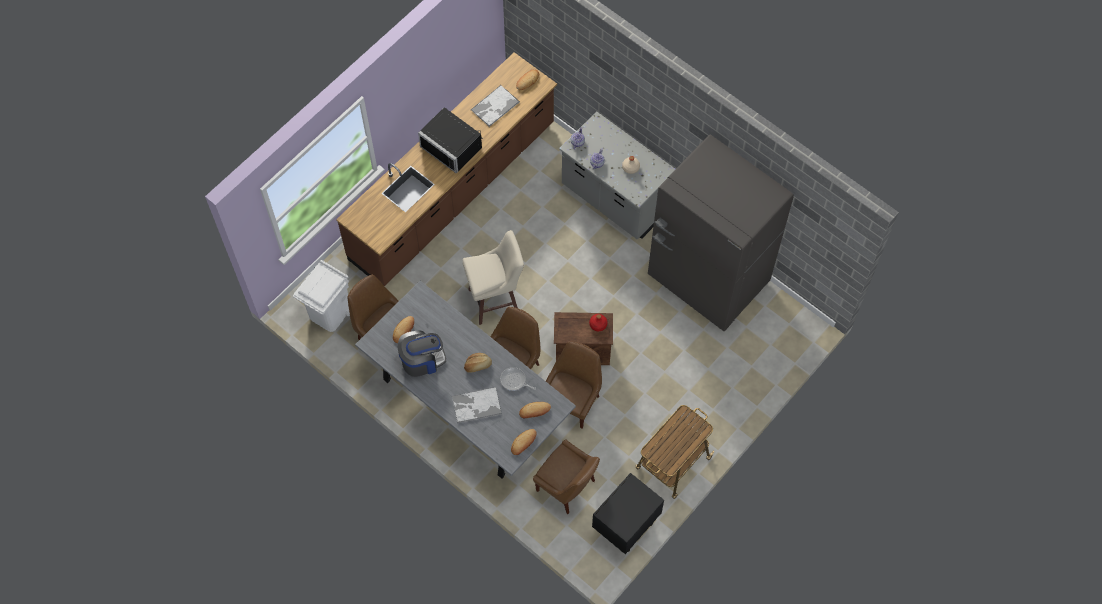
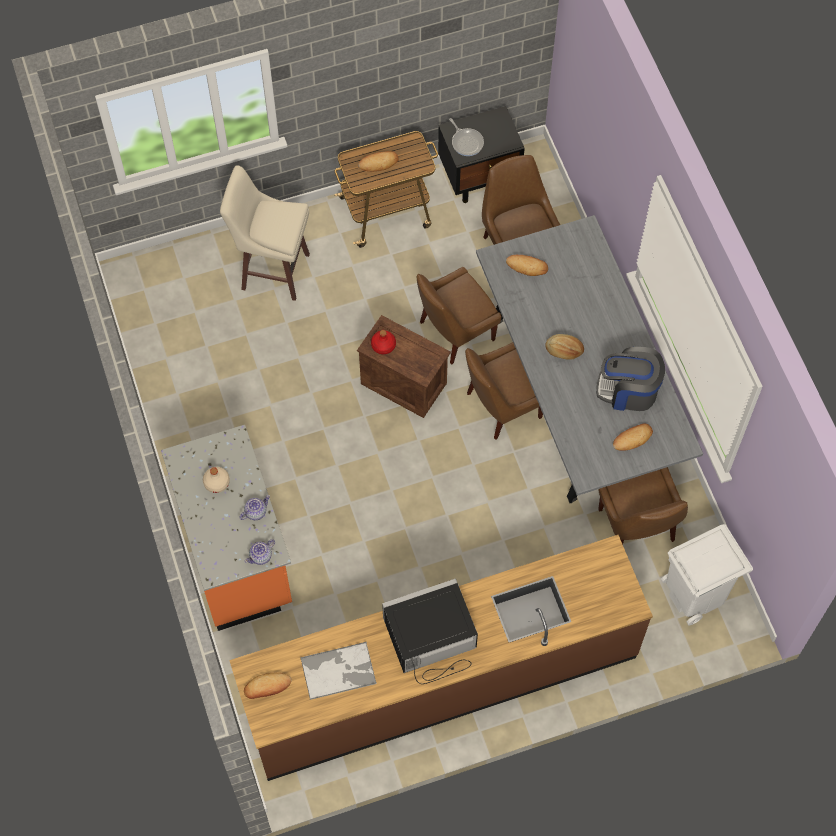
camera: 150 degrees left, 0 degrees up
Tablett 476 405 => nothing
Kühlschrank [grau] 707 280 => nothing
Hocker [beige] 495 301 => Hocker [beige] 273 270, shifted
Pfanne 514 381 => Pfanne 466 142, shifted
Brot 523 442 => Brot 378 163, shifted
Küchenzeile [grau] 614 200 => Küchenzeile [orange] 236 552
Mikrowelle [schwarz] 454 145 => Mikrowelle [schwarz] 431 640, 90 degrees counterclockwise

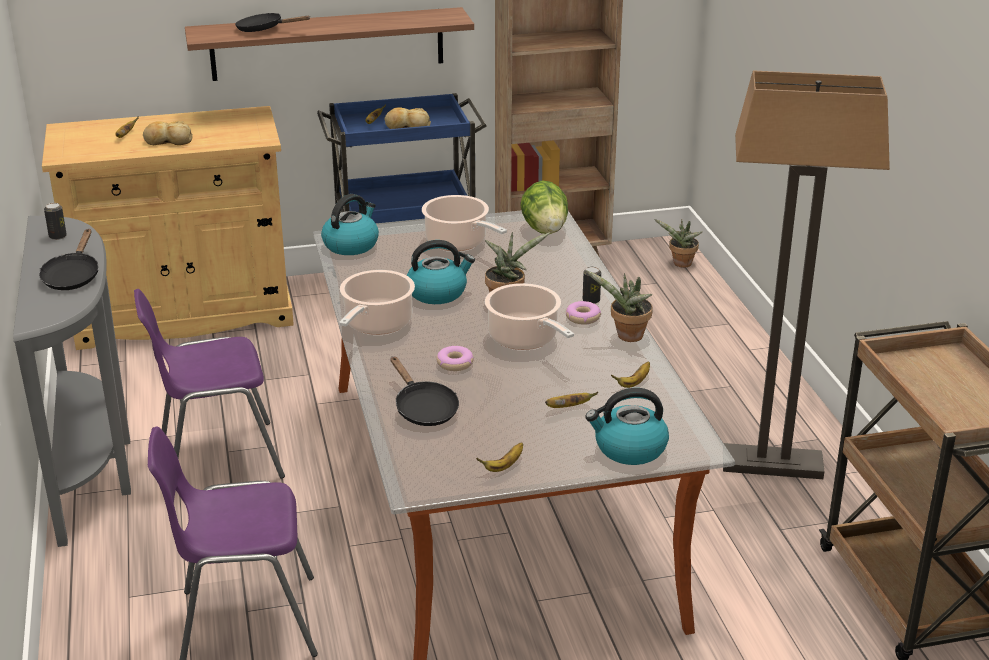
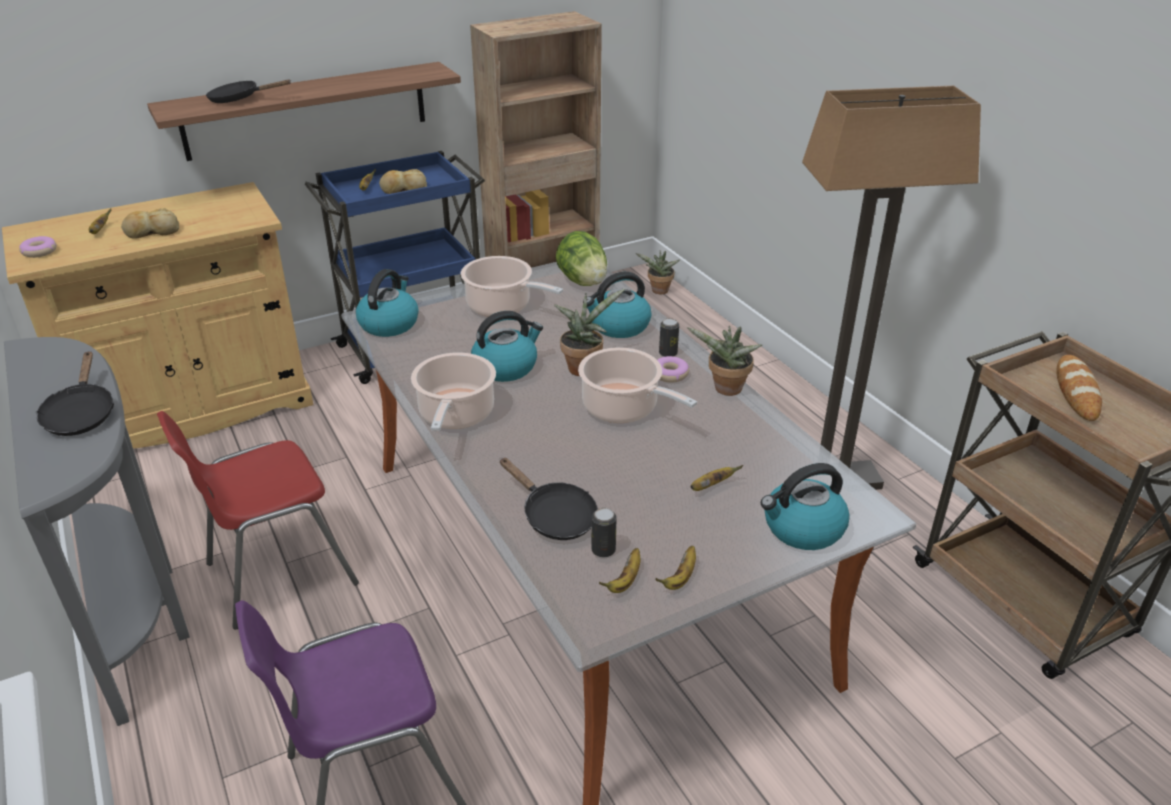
camera: 15 degrees left, 5 degrees up
nothing => Wasserkessel 618 326
nothing => Brot 1076 391
Dose 57 236 => Dose 603 550, shifted
Donut 455 363 => Donut 39 252, shifted
Banane 634 383 => Banane 624 581, shifted
Stuhl [lila] 217 458 => Stuhl [rot] 277 574

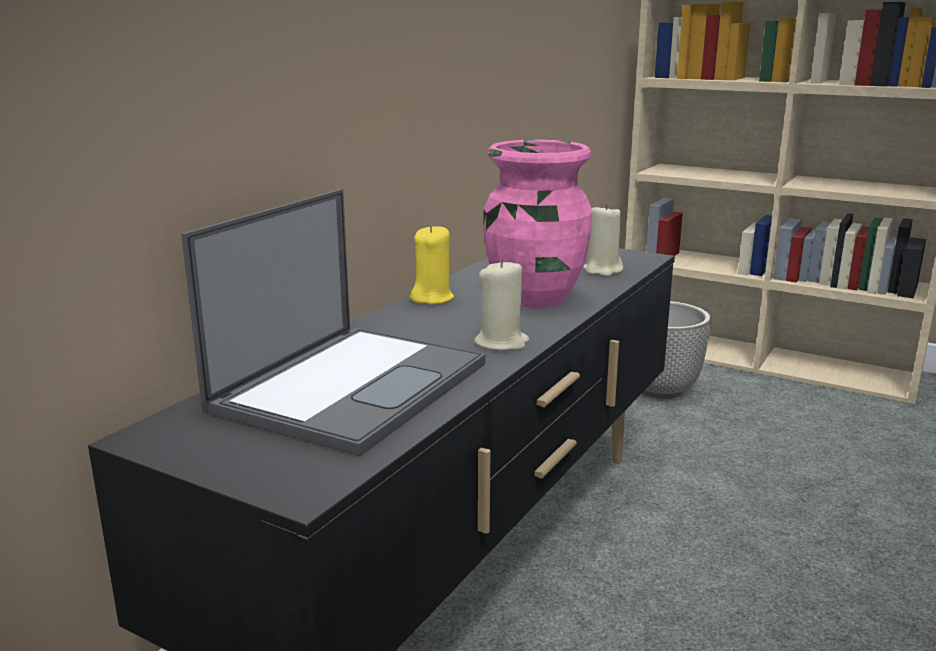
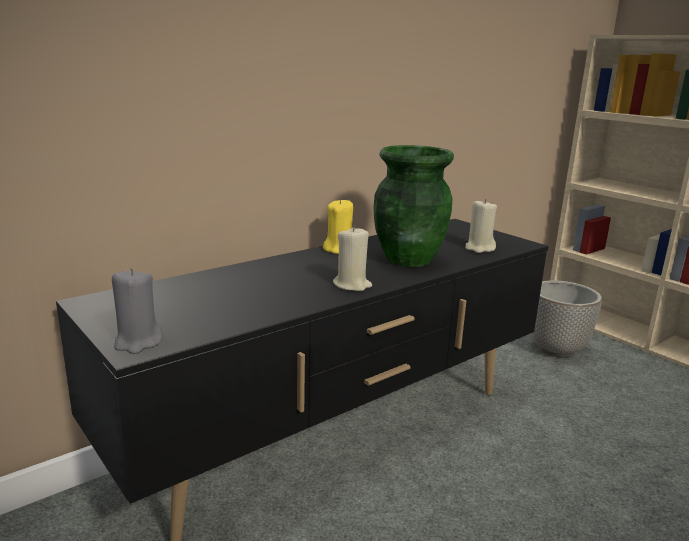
camera: 20 degrees right, 0 degrees up
Laptop 353 385 => nothing
nothing => Kerze [grau] 138 342
Vase [rosa] 533 298 => Vase [grün] 407 259

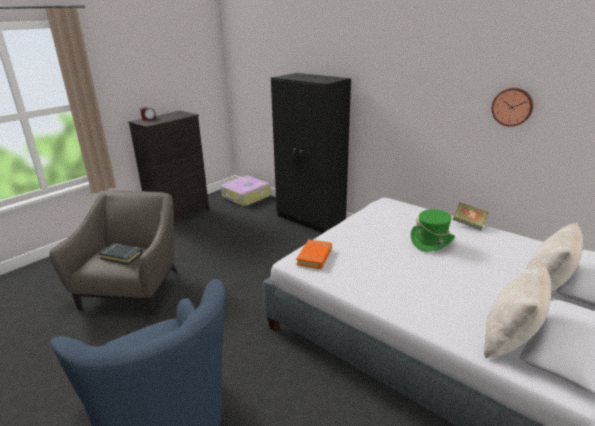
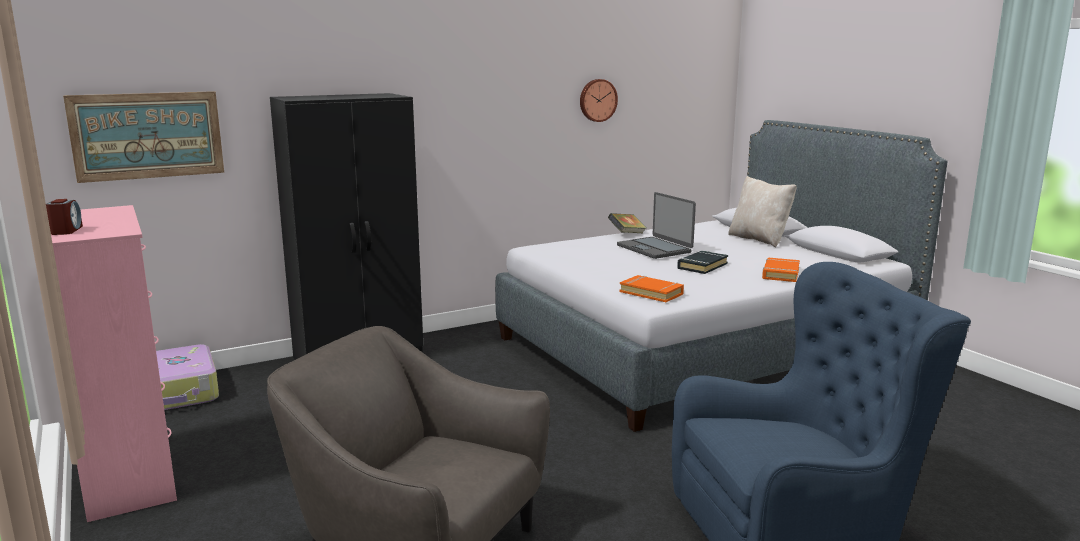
camera: 70 degrees left, 10 degrees down
Kissen [beige] 509 339 => nothing
nothing => Bild 147 135
nothing => Buch [orange] 780 274
Buch [schwarz] 121 256 => Buch [schwarz] 702 266, shifted
Hut [grün] 431 241 => Laptop 655 249
Kommode [schwarz] 180 214 => Kommode [rosa] 130 475

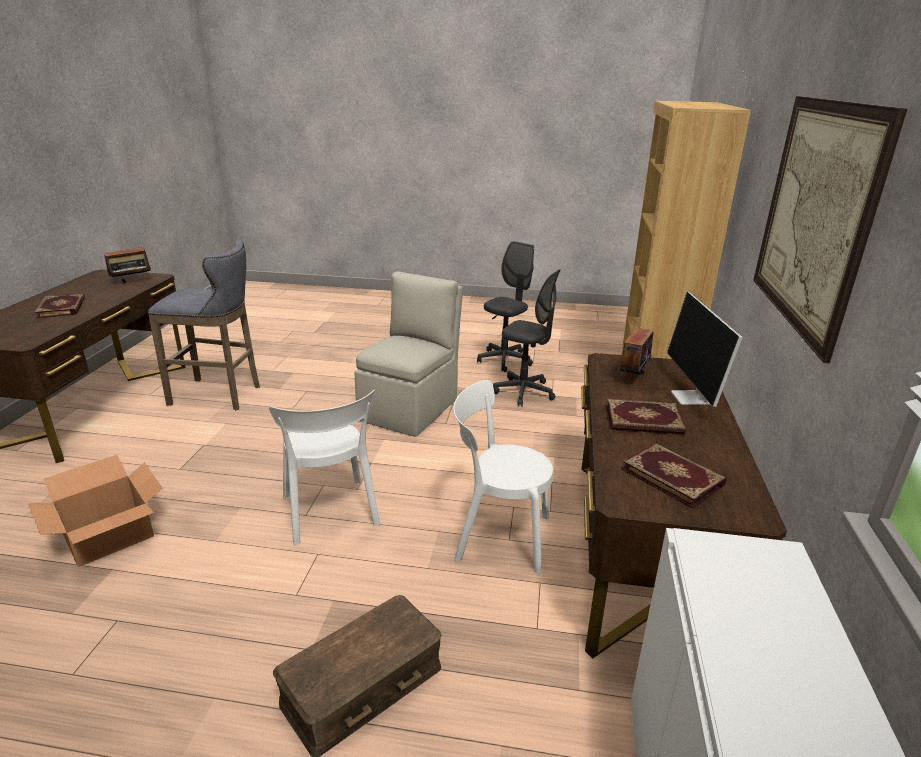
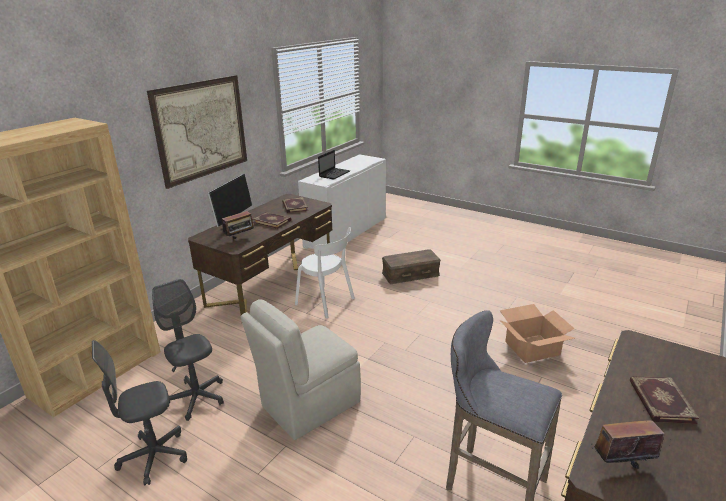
camera: 155 degrees left, 0 degrees up
Stuhl [weiß] 330 514 => nothing
nothing => Laptop 334 174

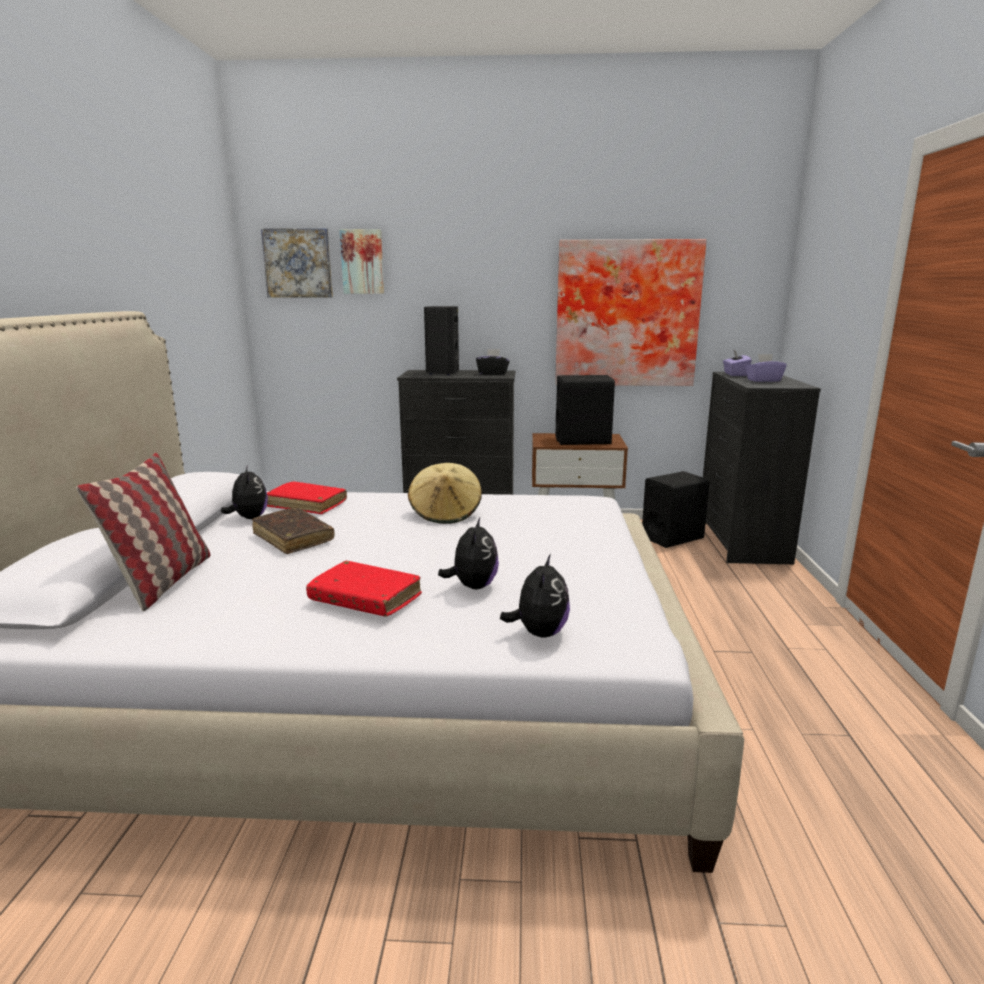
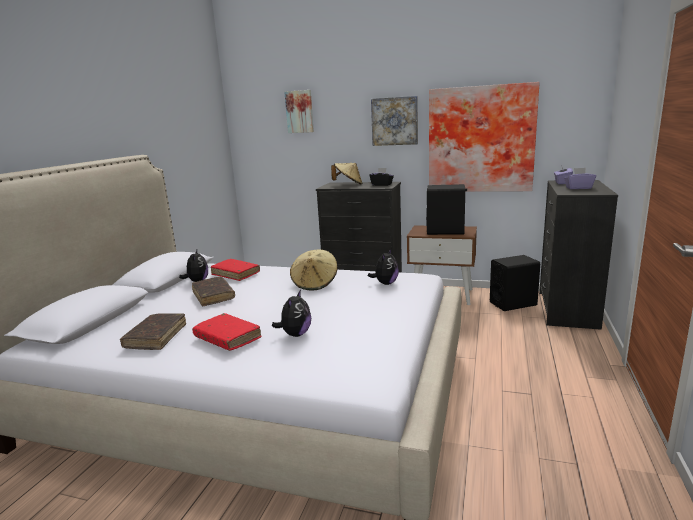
camera: 15 degrees right, 0 degrees up
Kissen 163 581 => nothing
nothing => Buch [braun] 156 337
Bild 298 263 => Bild 394 121, shifted
Plüschtier 539 633 => Plüschtier 385 283, shifted
Lautsprecher [schwarz] 442 373 => Hut [beige] 348 184

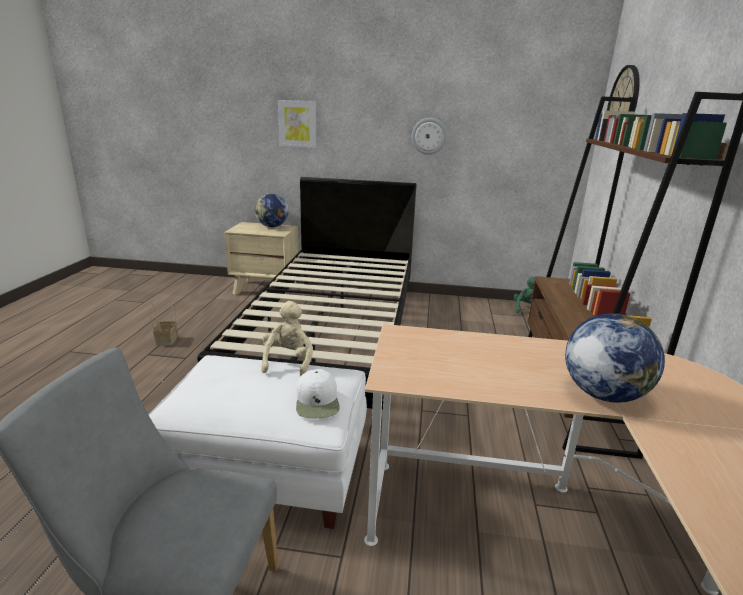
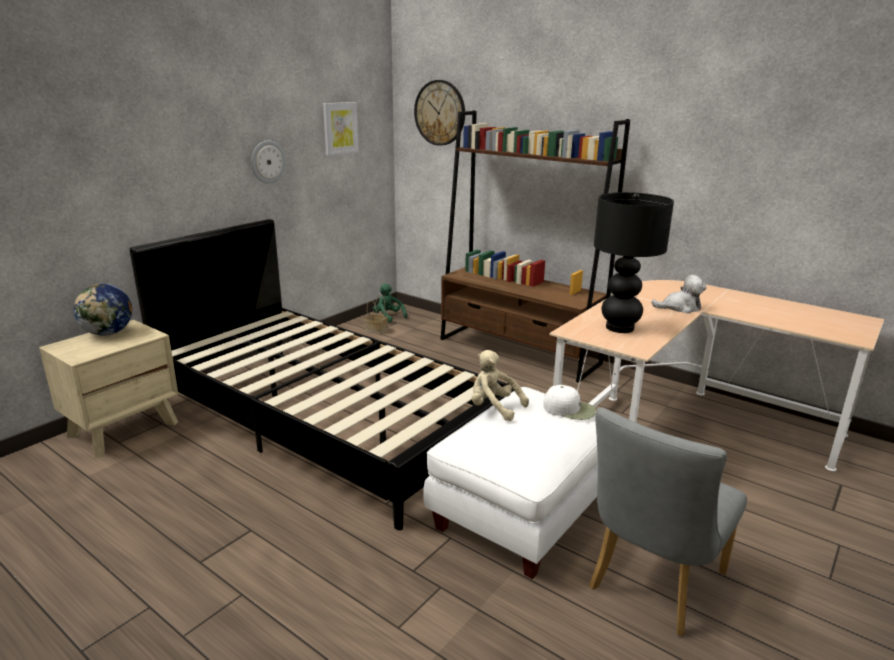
camera: 60 degrees left, 0 degrees up
nothing => Tischlampe [schwarz] 620 328
Korb 167 340 => Korb 377 330, shifted
Bild 297 124 => Bild 340 128, shifted
Globus 602 394 => Plüschtier 680 308

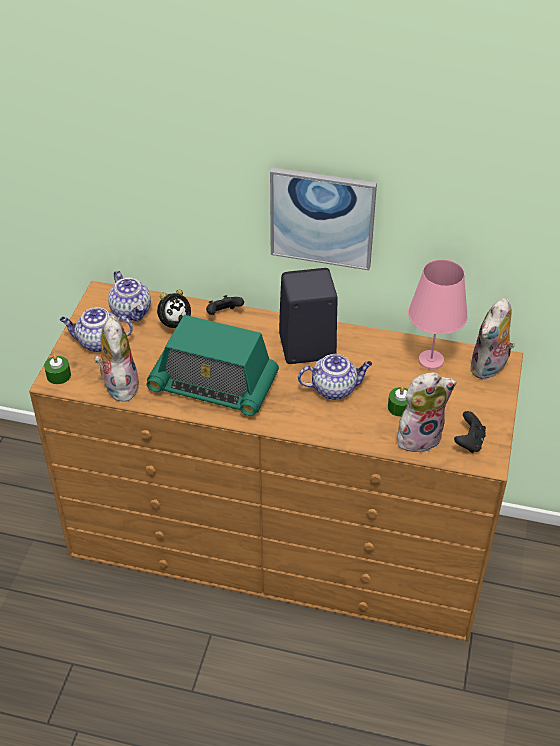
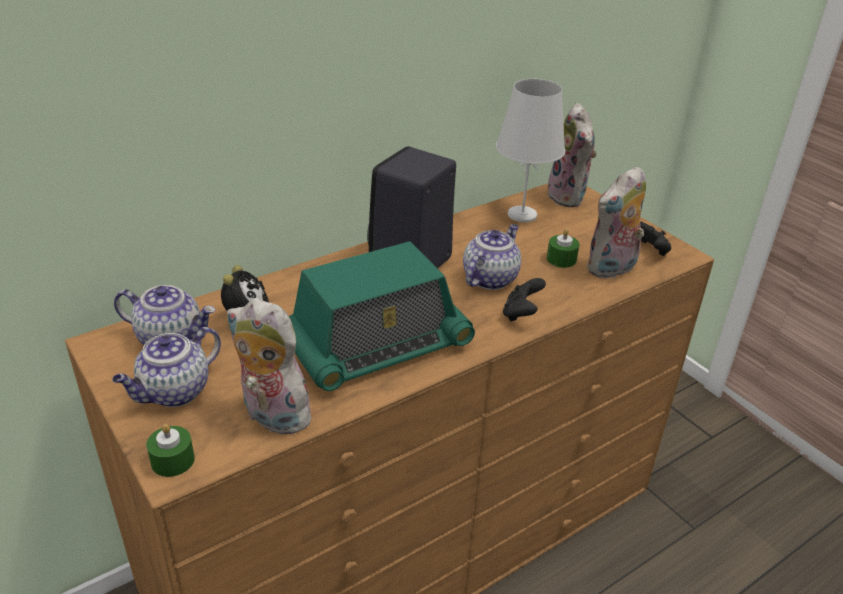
camera: 50 degrees left, 10 degrees down
Bild 322 217 => nothing
Gamepad [schwarz] 223 314 => Gamepad [schwarz] 521 314, shifted
Tischlampe [rosa] 430 360 => Tischlampe [weiß] 521 215
Plüschtier 419 436 => Plüschtier 612 269, 150 degrees counterclockwise

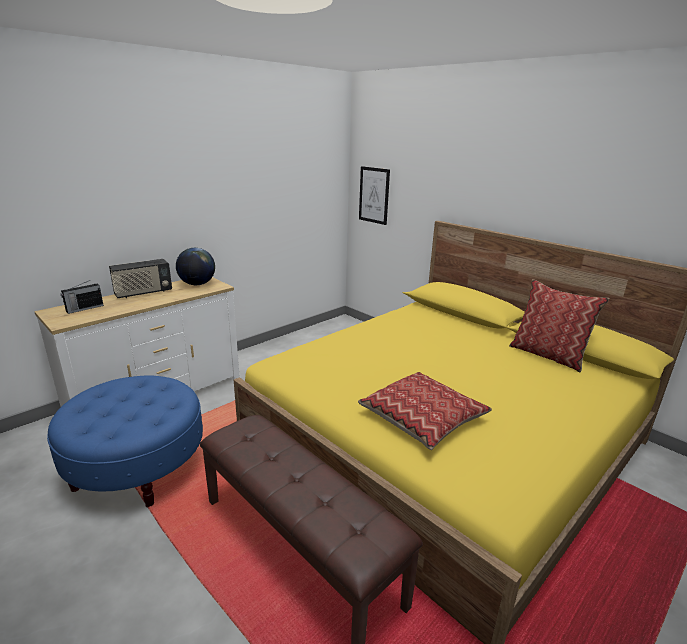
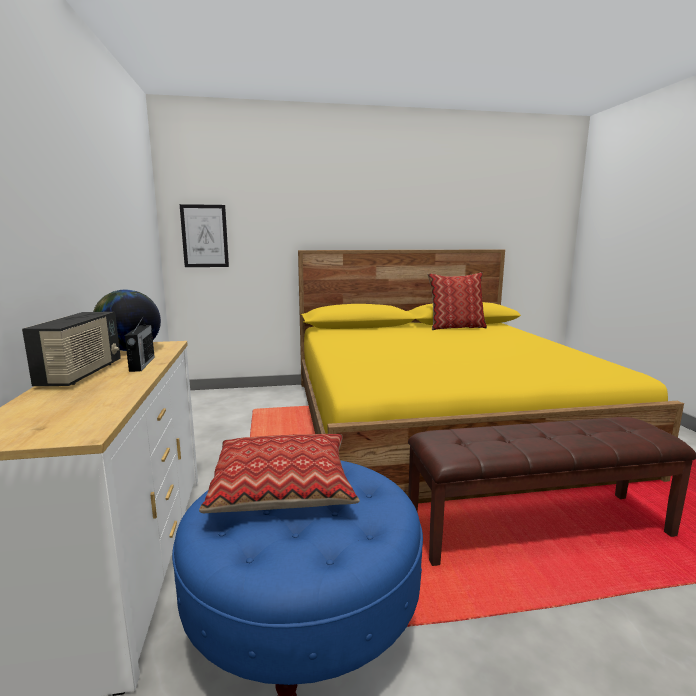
camera: 55 degrees left, 10 degrees down
Radio 84 308 => Radio 141 364, shifted
Kissen 422 418 => Kissen 283 486, shifted

